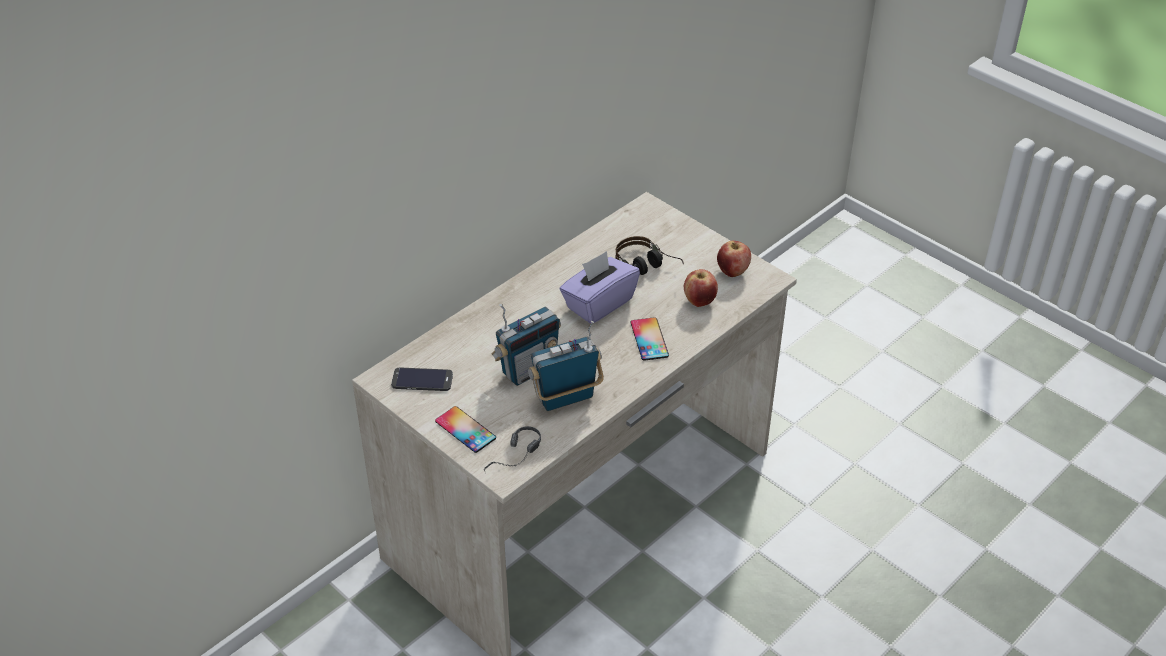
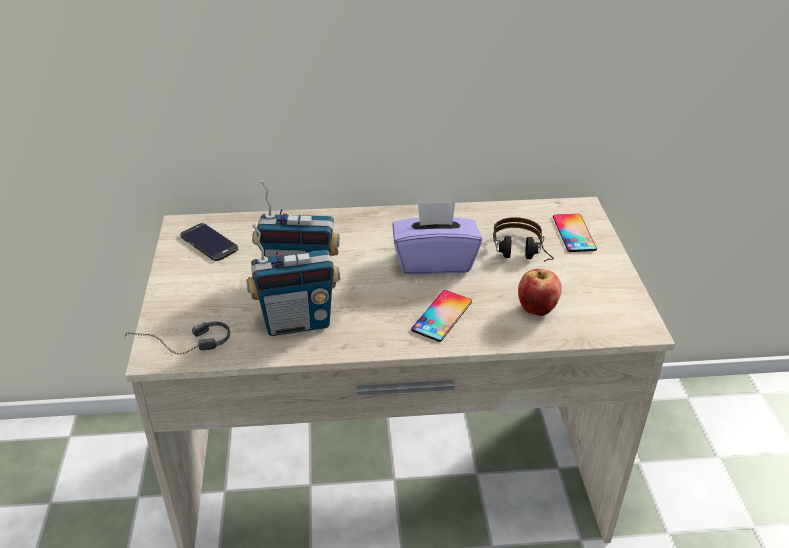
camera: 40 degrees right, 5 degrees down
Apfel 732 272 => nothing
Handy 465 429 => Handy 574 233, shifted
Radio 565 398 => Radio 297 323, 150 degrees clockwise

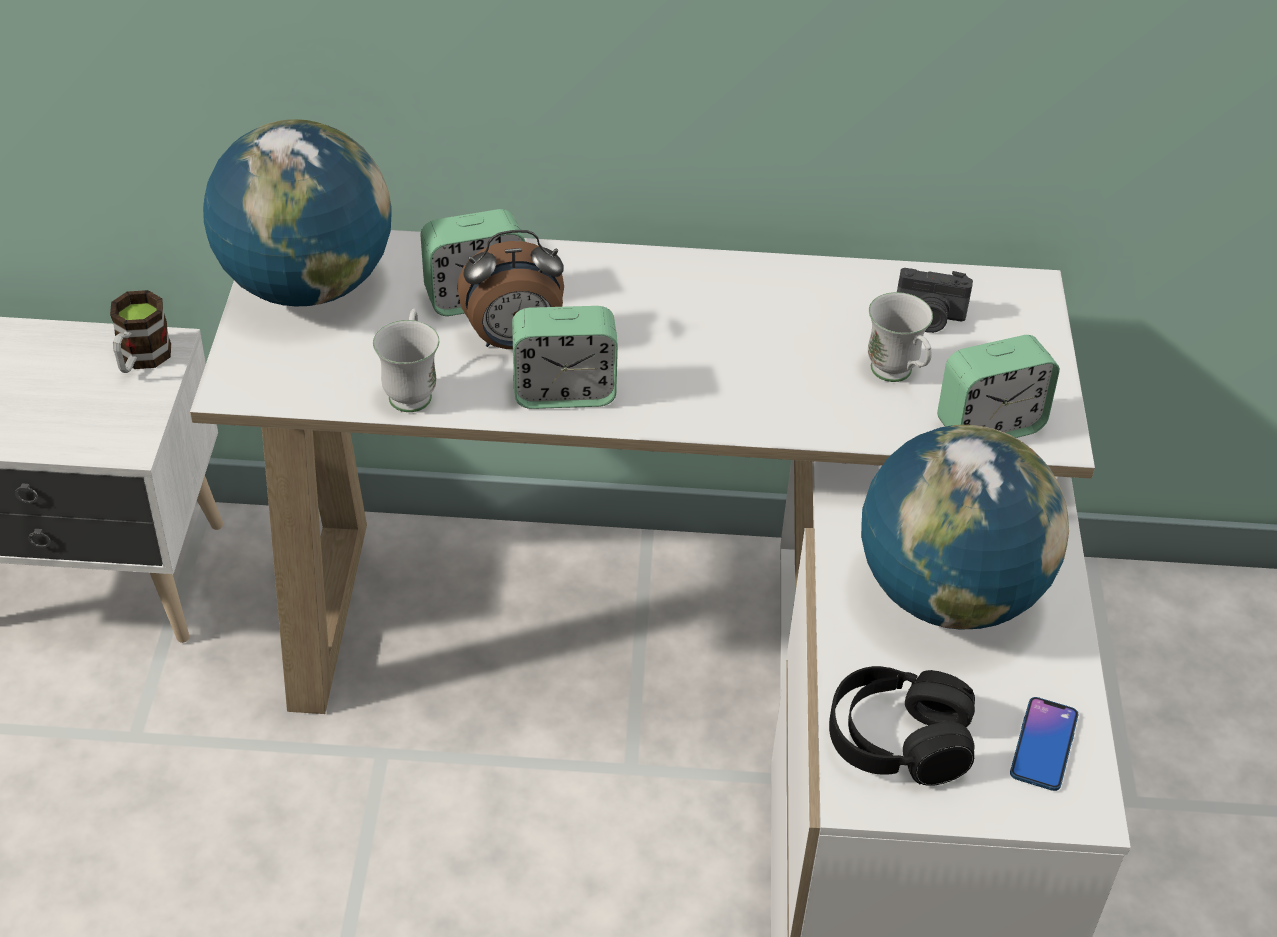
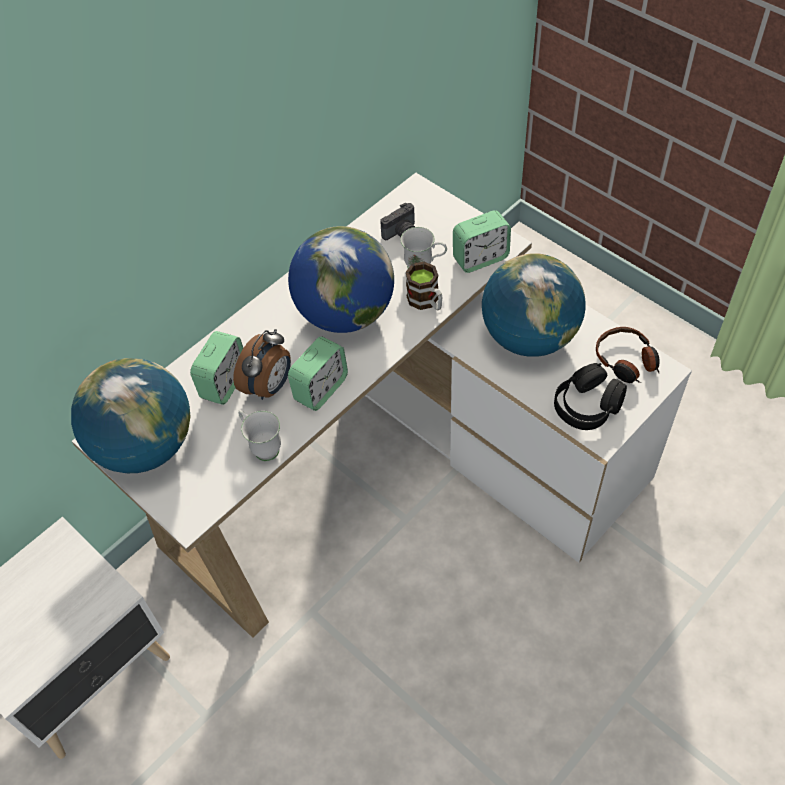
camera: 45 degrees left, 10 degrees up
nothing => Globus 345 313
Henkelbecher 140 359 => Henkelbecher 426 302, shifted
Handy 1043 745 => Kopfhörer 626 361
Wecker 989 426 => Wecker 480 258, 45 degrees clockwise

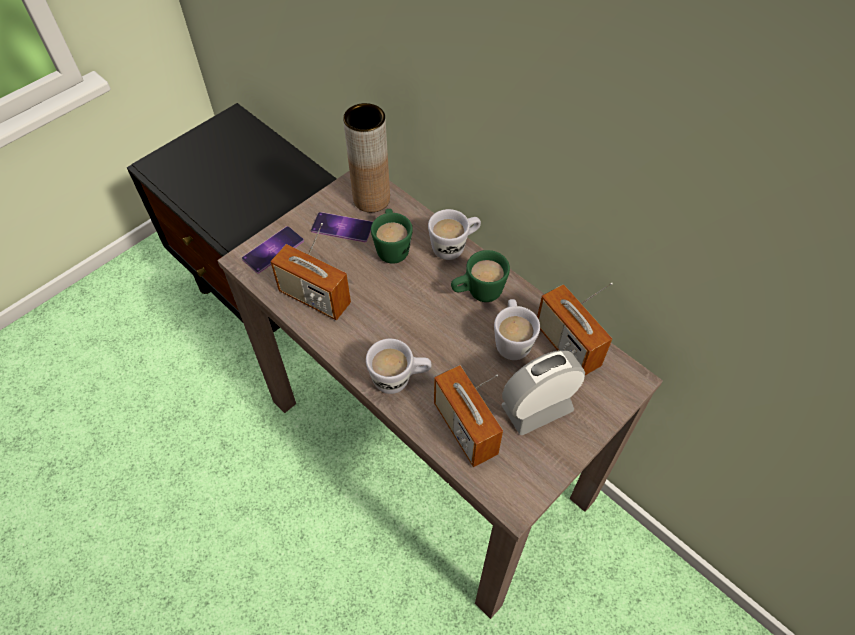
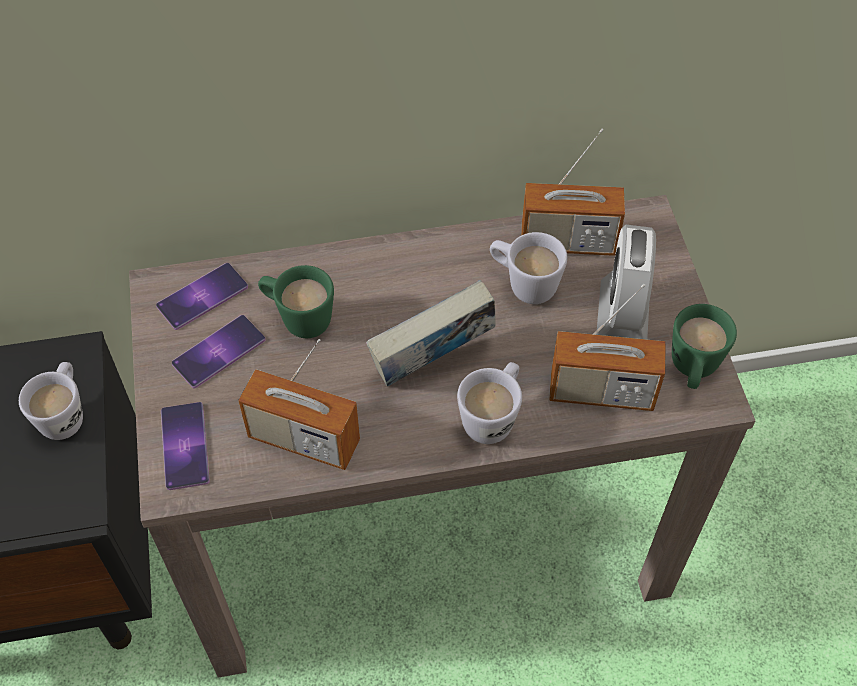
camera: 55 degrees left, 0 degrees up
nothing => Buch 433 364
Henkelbecher [weiß] 454 247 => Henkelbecher [weiß] 65 414, shifted
Henkelbecher [grün] 477 293 => Henkelbecher [grün] 692 370, shifted
Vase [braun] 371 199 => Handy 202 296
Radio 314 298 => Radio 304 440, 45 degrees clockwise

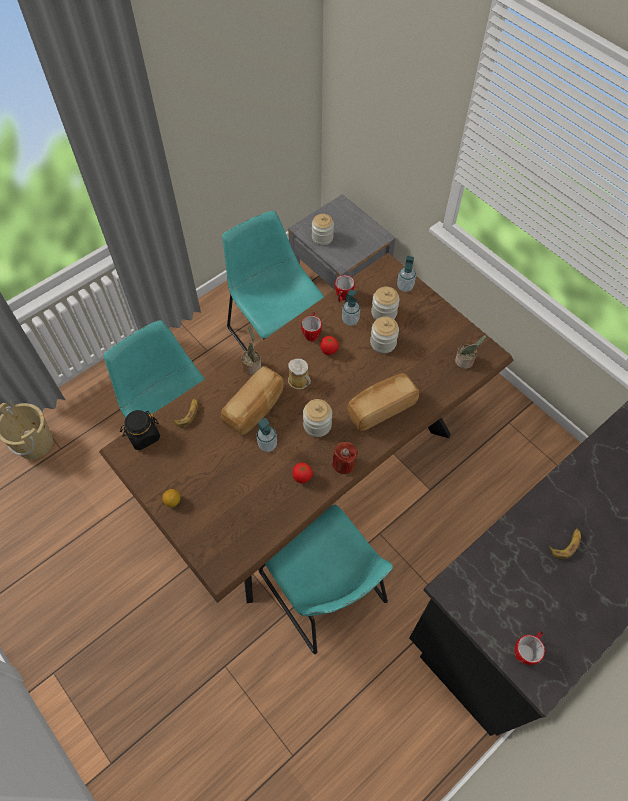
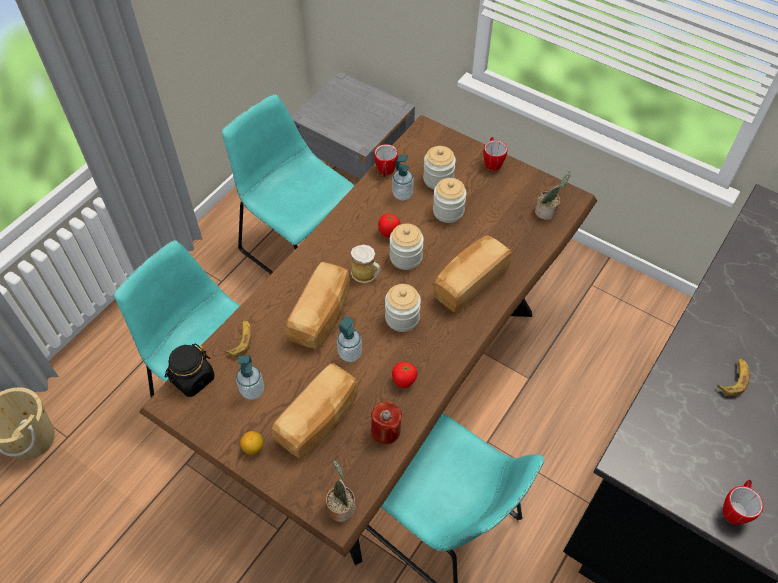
camera: 15 degrees left, 5 degrees down
nothing => Brot 319 420
Topfpflanze 252 365 => Topfpflanze 341 506, shifted
Henkelbecher 312 332 => Henkelbecher 492 162, shifted
Vorratsglas 322 237 => Vorratsglas 406 257, shifted
Kerze [rot] 344 463 => Kerze [rot] 385 430, shifted
Seifenspender 405 286 => Seifenspender 252 390, shifted

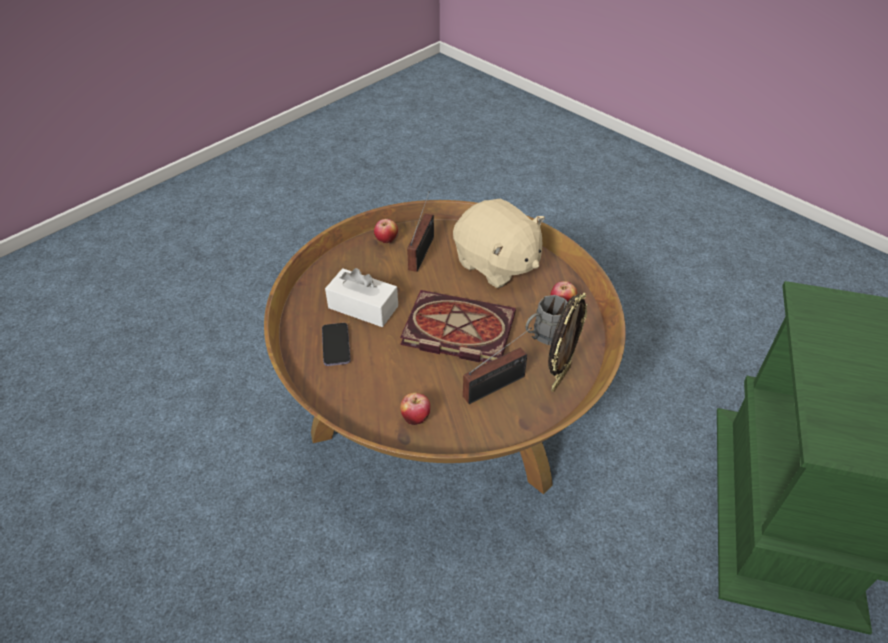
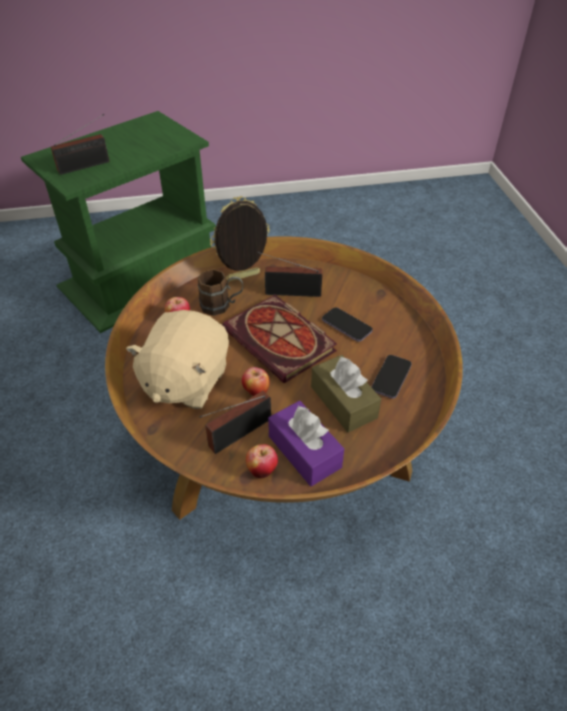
camera: 145 degrees left, 0 degrees up
nothing => Radio 87 166
nothing => Taschentuchbox [lila] 304 451
nothing => Handy 346 326
Apfel 415 418 => Apfel 256 392, shifted
Taschentuchbox [weiß] 363 307 => Taschentuchbox [braun] 343 402
Henkelbecher [grau] 543 336 => Henkelbecher [braun] 222 305
Plüschtier [beige] 496 264 => Plüschtier [beige] 185 381, 150 degrees counterclockwise

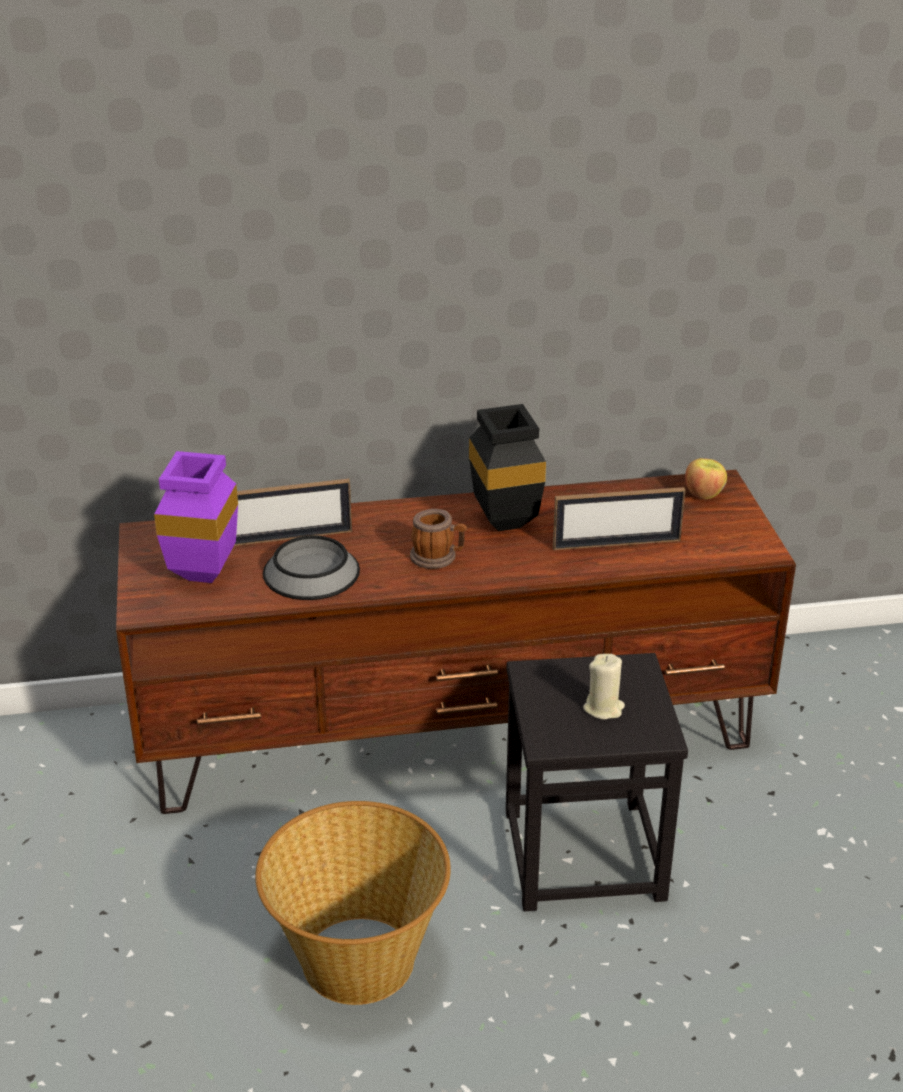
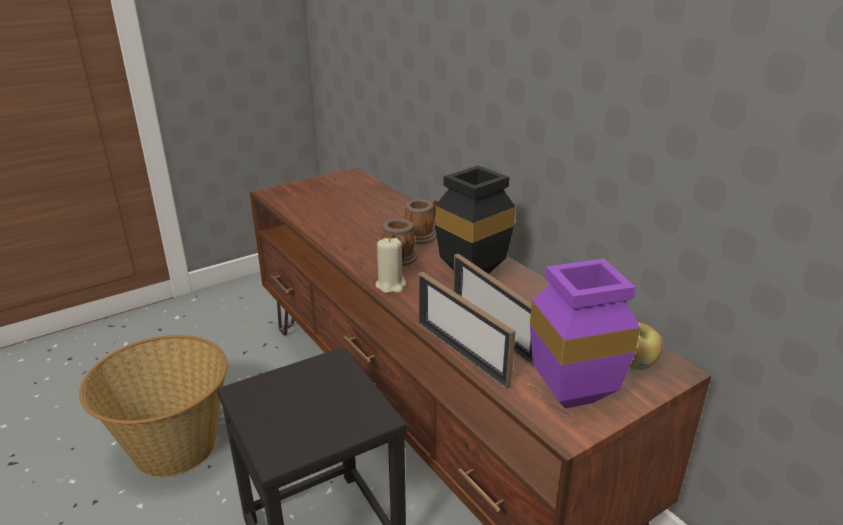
camera: 65 degrees right, 5 degrees down
Schüssel 311 572 => nothing
nothing => Henkelbecher 421 235
Vase [lila] 205 577 => Vase [lila] 569 400, shifted
Bilderrahmen 288 538 => Bilderrahmen 461 353, shifted
Kerze [beige] 603 708 => Kerze [beige] 391 285, shifted

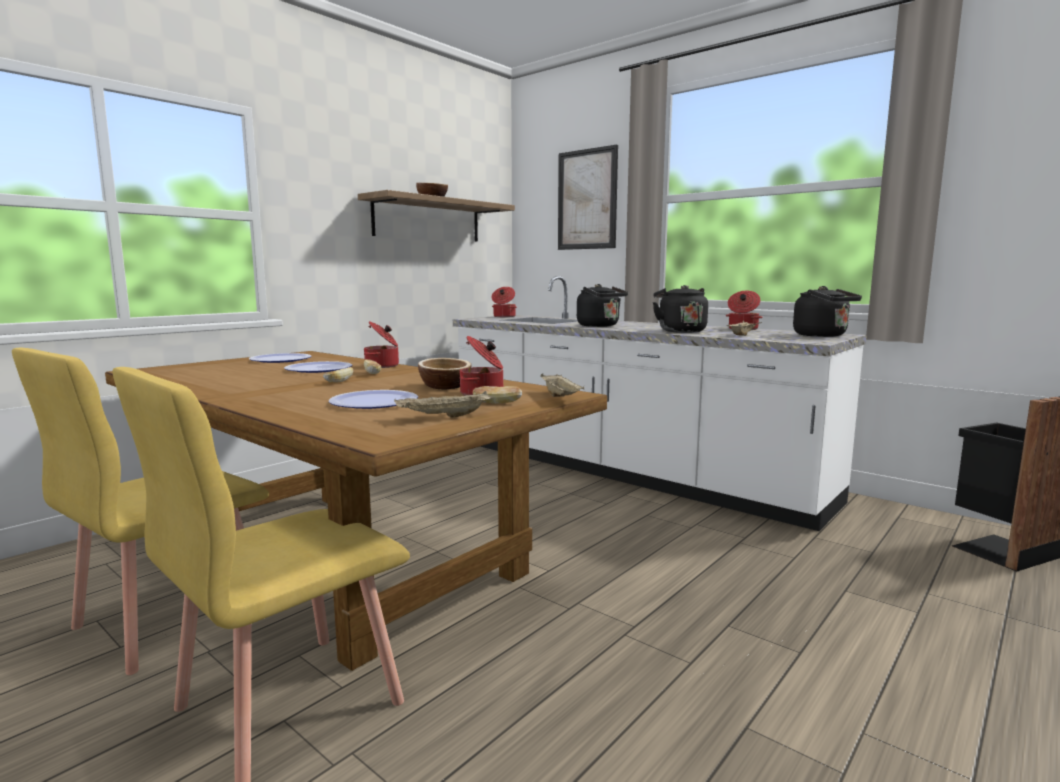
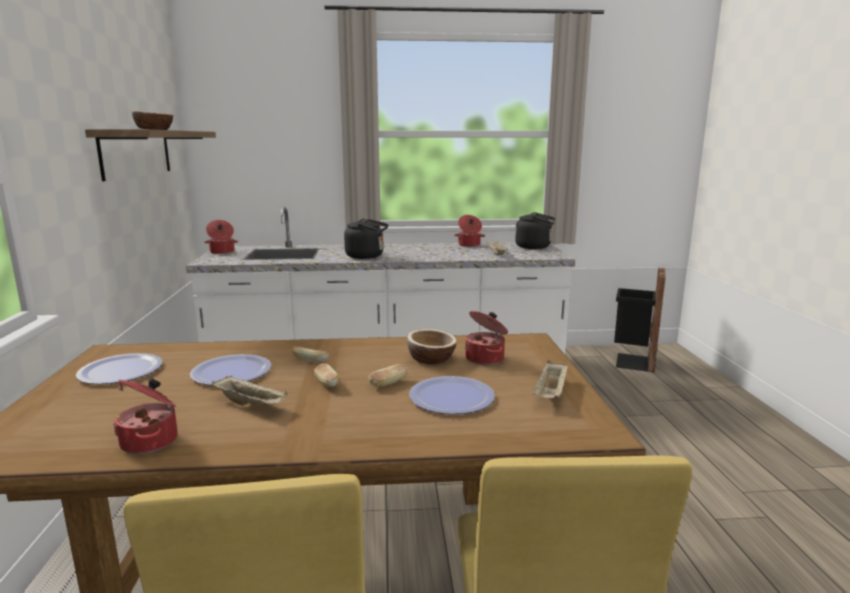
camera: 45 degrees left, 5 degrees up
Bild 587 199 => nothing
Wasserkessel [schwarz] 680 331 => nothing
Kochtopf 383 366 => Kochtopf 151 441, shifted
Brot 497 403 => Brot 388 383, shifted
Tablett [beige] 561 397 => Tablett [beige] 251 404, shifted

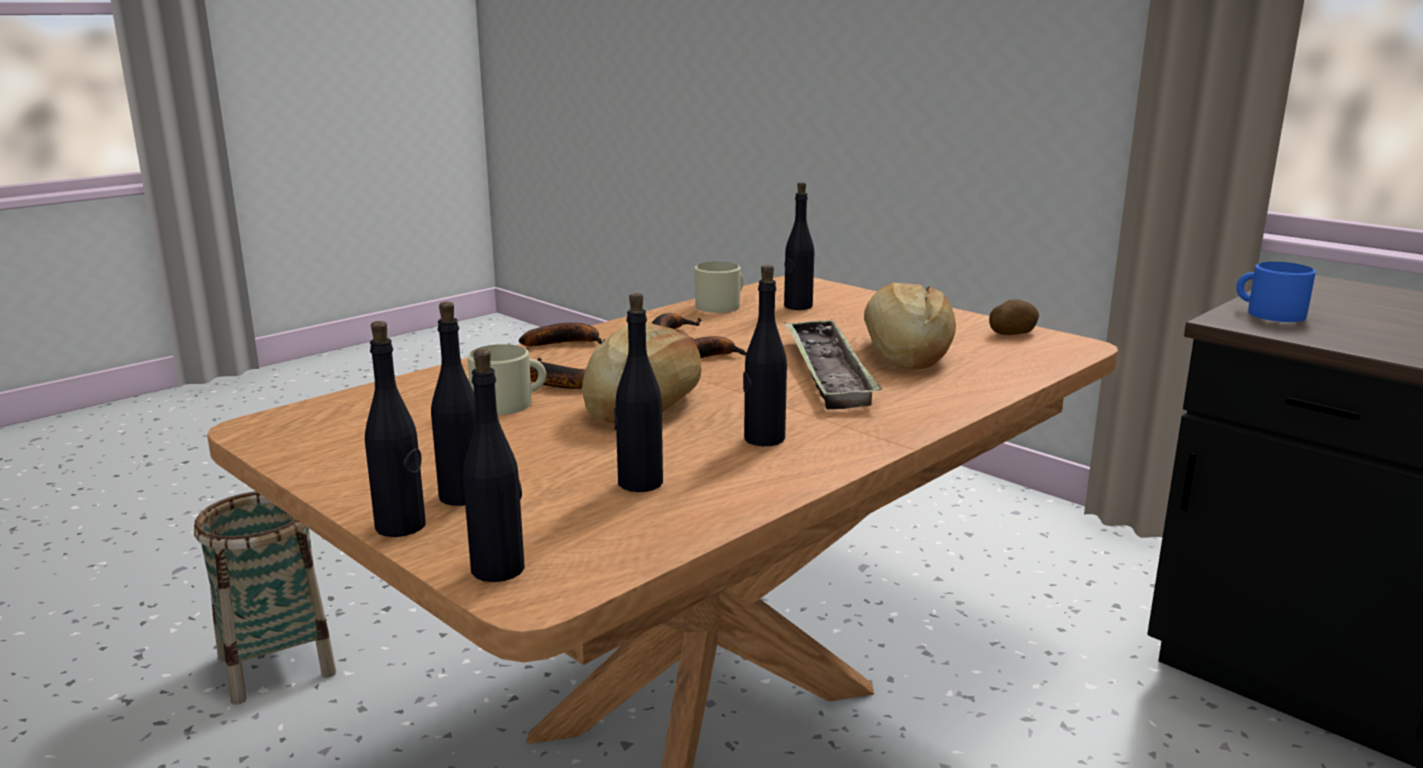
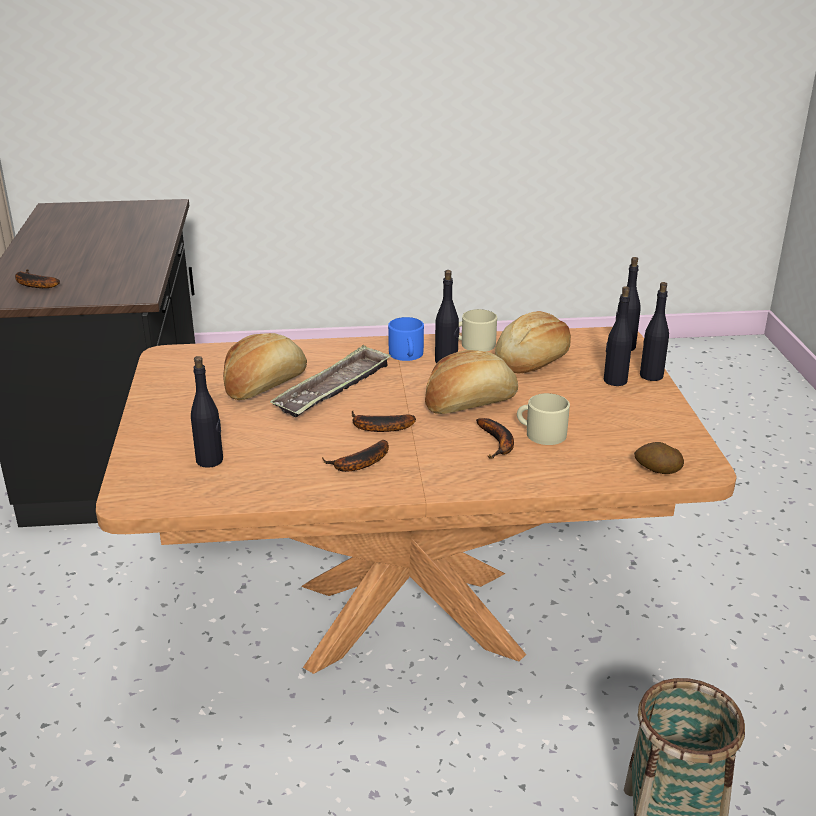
camera: 140 degrees left, 10 degrees up
Banane 566 343 => Banane 32 284, shifted
Henkelbecher [beige] 722 305 => Henkelbecher [beige] 473 344, shifted
Kartoffel 1012 333 => Kartoffel 657 470, shifted
Henkelbecher [blau] 1268 313 => Henkelbecher [blau] 407 355, shifted
Flasche [schwarz] 639 483 => Brot 532 360

